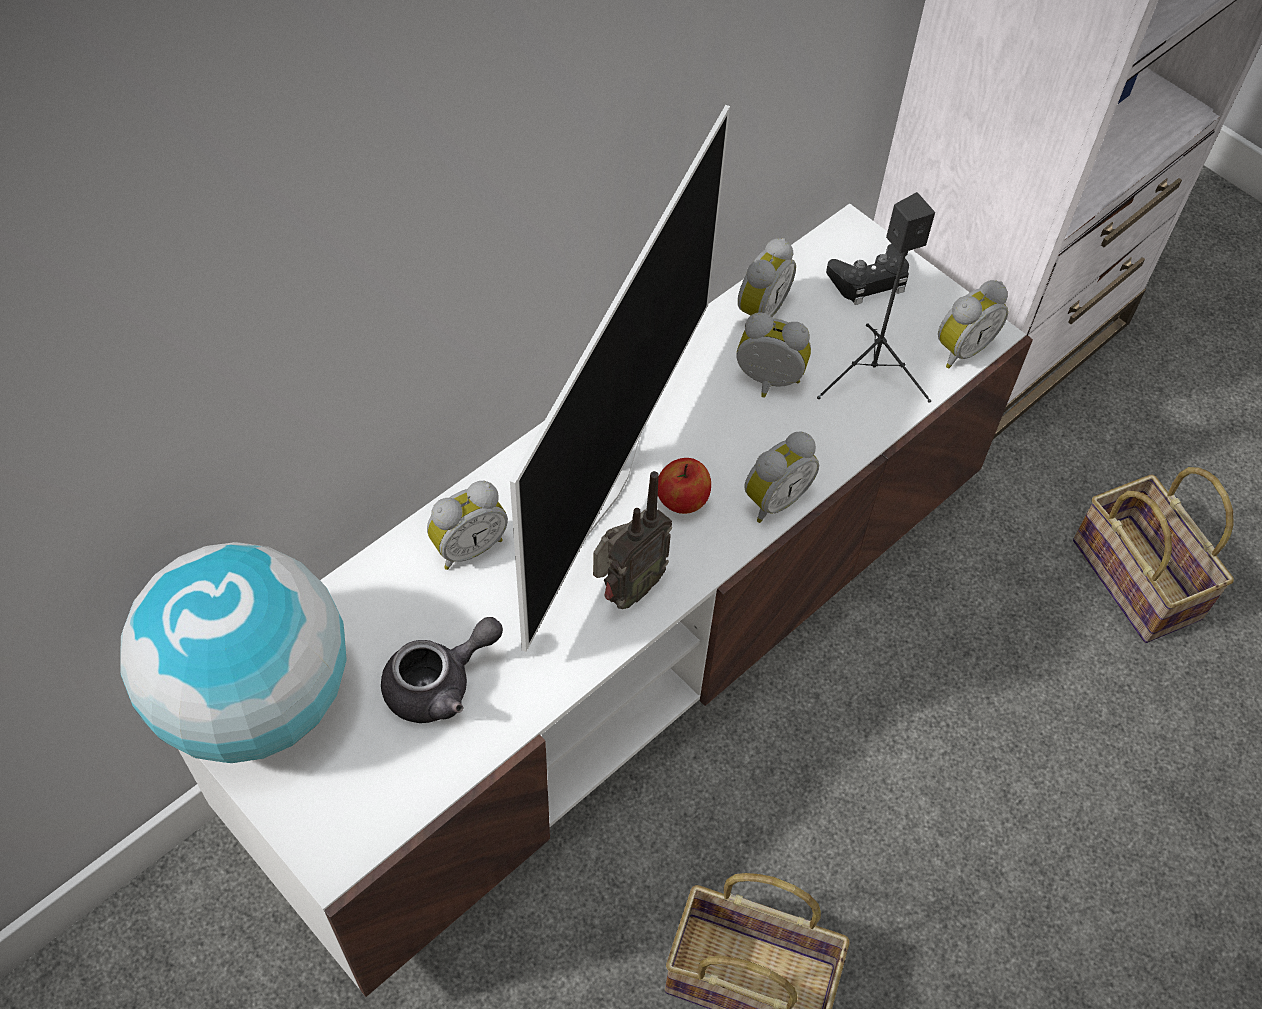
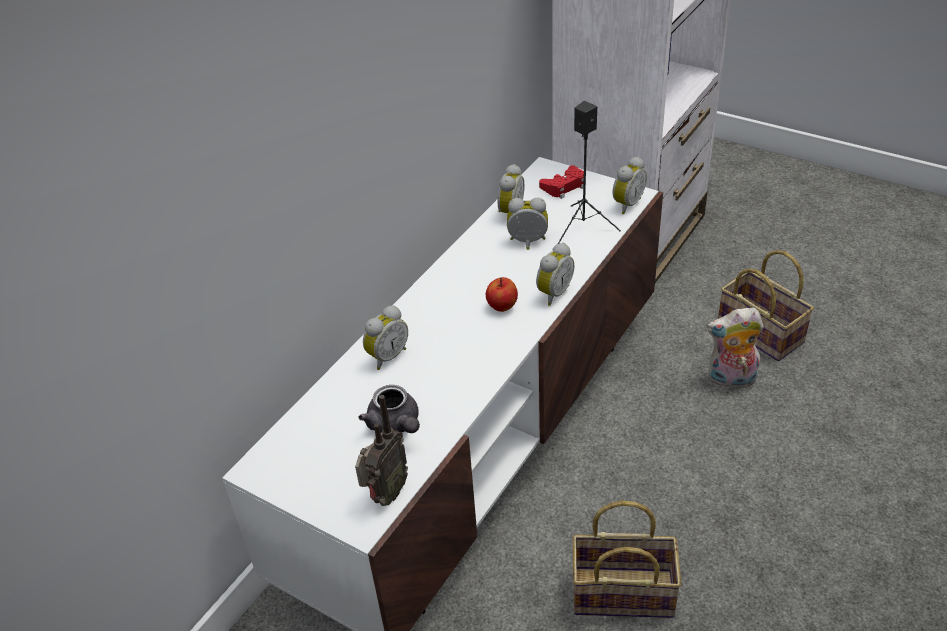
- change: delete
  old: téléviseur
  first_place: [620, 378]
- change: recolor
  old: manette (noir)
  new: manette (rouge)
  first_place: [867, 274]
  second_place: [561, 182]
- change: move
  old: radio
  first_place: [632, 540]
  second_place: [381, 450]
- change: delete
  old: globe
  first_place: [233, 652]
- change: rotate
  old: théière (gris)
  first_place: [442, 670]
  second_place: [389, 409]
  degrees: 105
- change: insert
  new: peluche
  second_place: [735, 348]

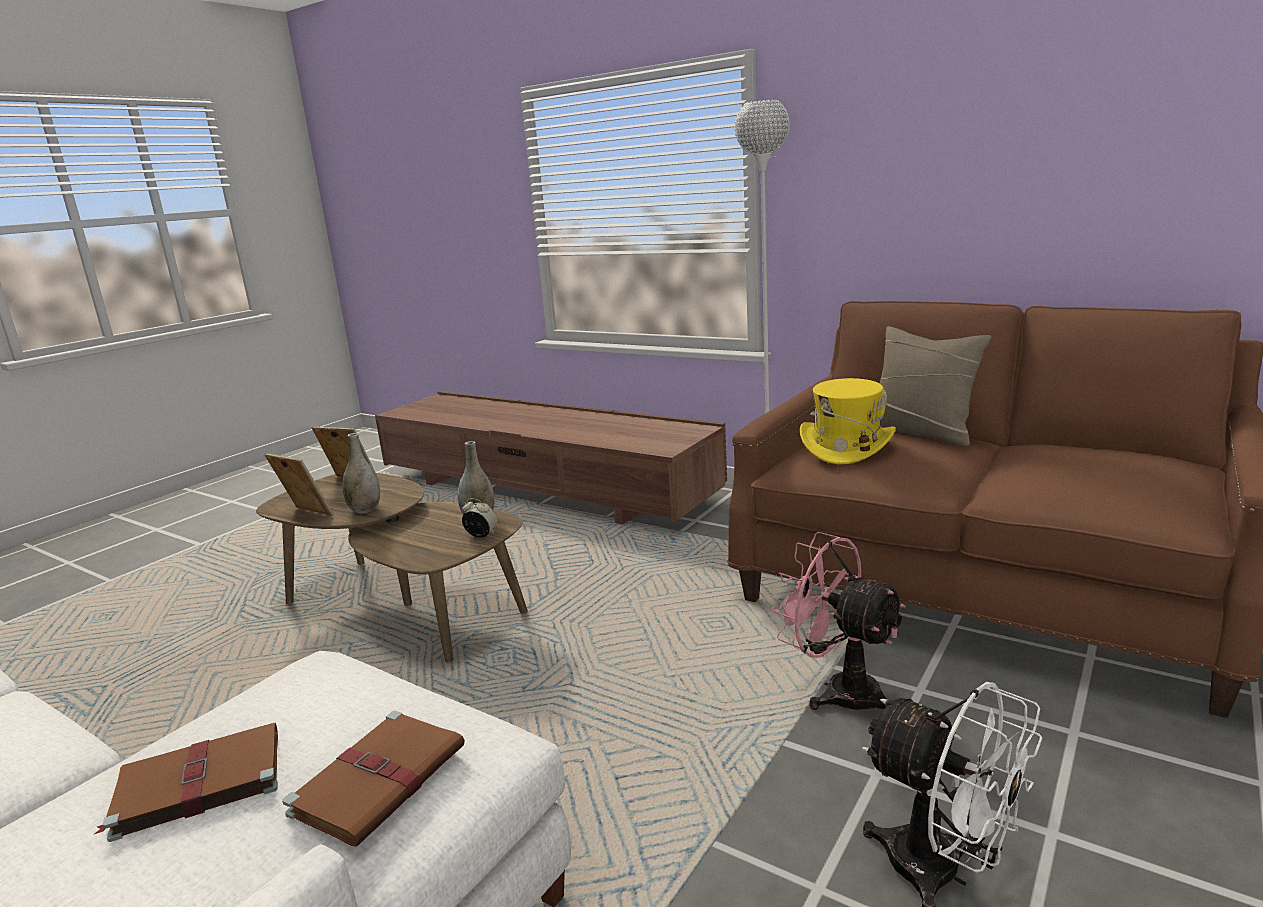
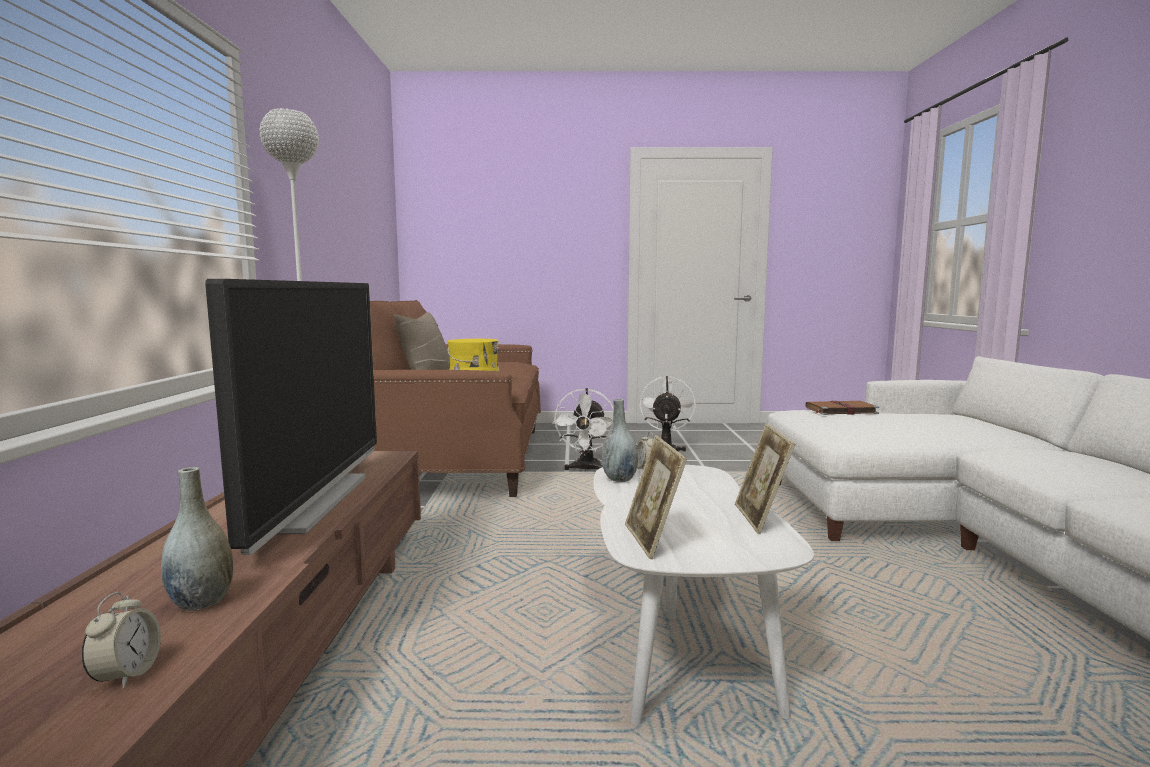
- change: move
  old: vase (gris)
  first_place: [361, 473]
  second_place: [197, 539]
- change: recolor
  old: table basse (marron)
  new: table basse (blanc)
  first_place: [392, 568]
  second_place: [703, 595]
- change: recolor
  old: ventilateur (rose)
  new: ventilateur (blanc)
  first_place: [838, 621]
  second_place: [583, 429]
- change: delete
  old: livre (marron)
  first_place: [185, 782]
- change: insert
  new: téléviseur
  second_place: [291, 417]
- change: insert
  new: réveil
  second_place: [121, 640]

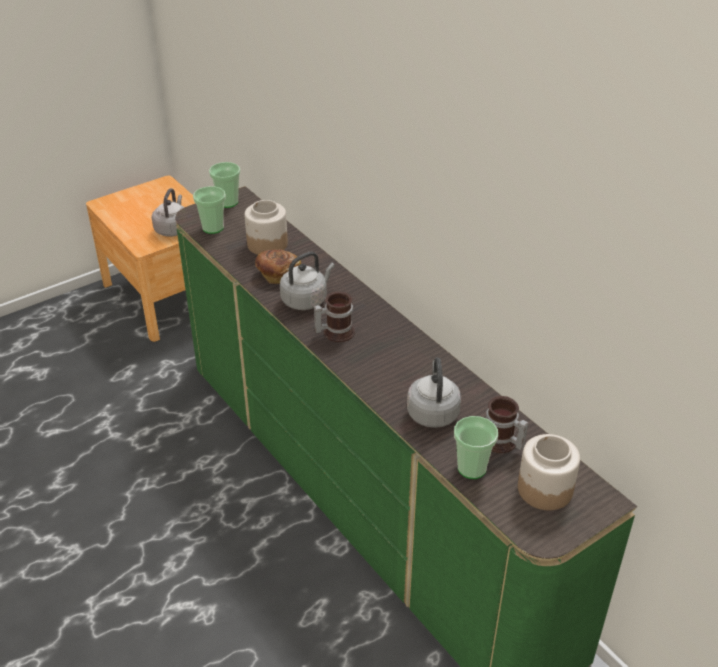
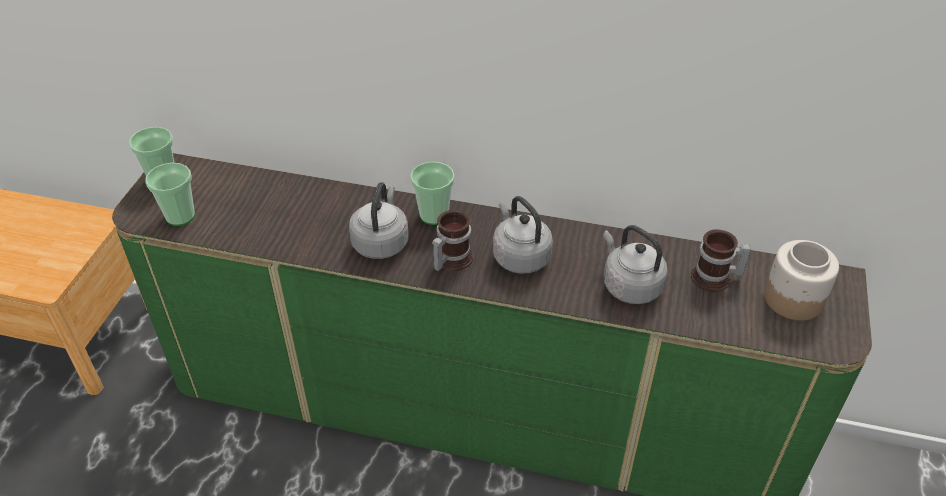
- change: move
  old: bouilloire (gris)
  first_place: [168, 212]
  second_place: [523, 235]
- change: delete
  old: bocal
  first_place: [266, 227]
- change: delete
  old: pain
  first_place: [278, 266]
- change: move
  old: tasse
  first_place: [476, 447]
  second_place: [432, 193]

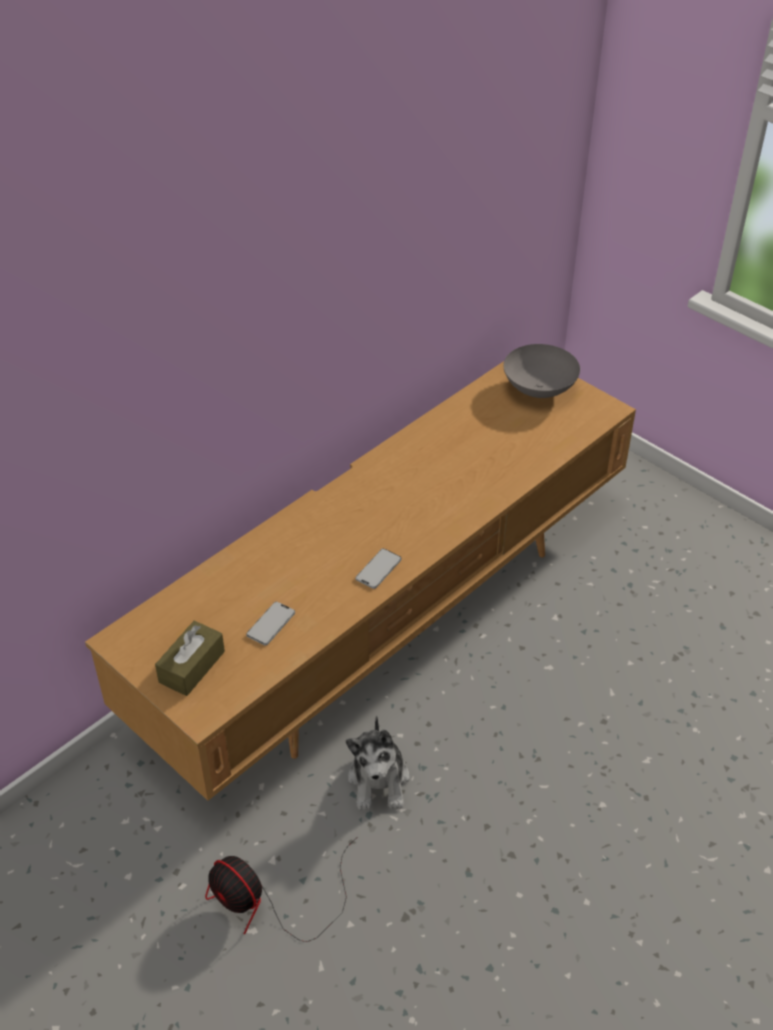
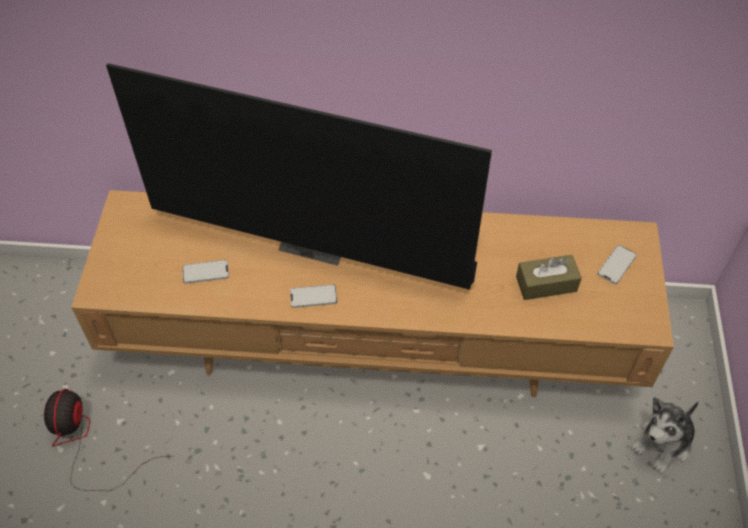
- change: replace
  old: bol (gris)
  new: téléphone
  first_place: [541, 371]
  second_place: [617, 264]
- change: move
  old: boîte à mouchoirs (marron)
  first_place: [190, 658]
  second_place: [549, 277]
- change: move
  old: peluche
  first_place: [378, 763]
  second_place: [665, 435]
- change: insert
  new: téléviseur
  second_place: [299, 176]

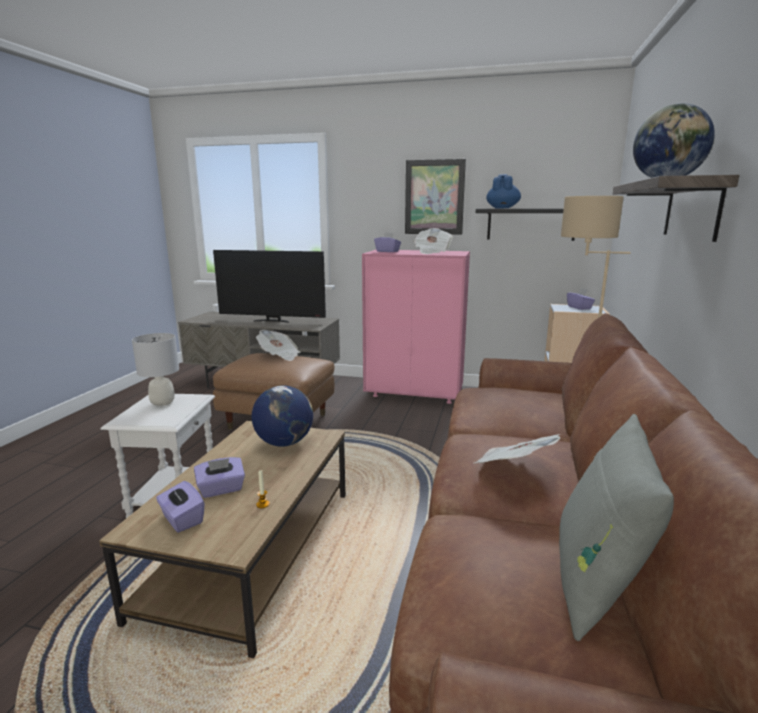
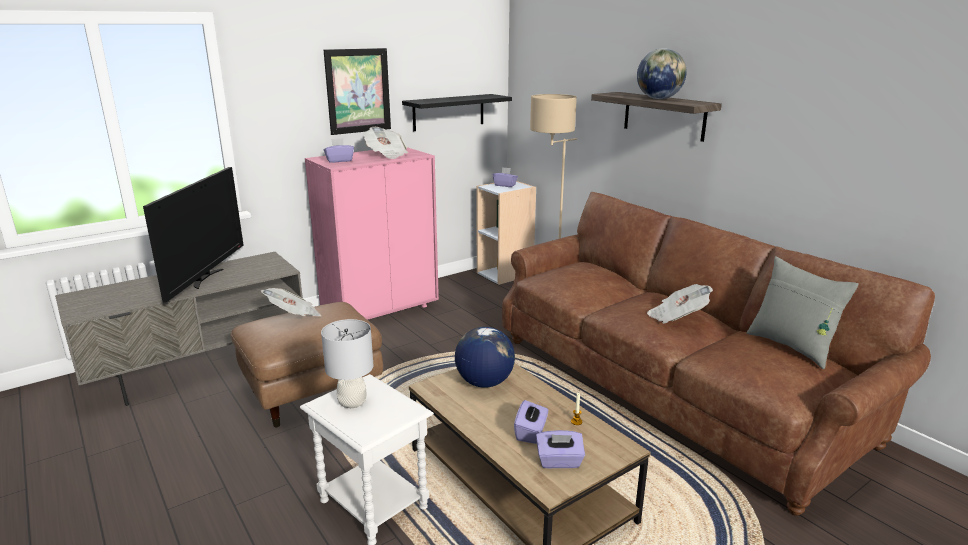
- change: delete
  old: théière (bleu)
  first_place: [503, 191]
- change: rotate
  old: téléviseur
  first_place: [269, 286]
  second_place: [193, 235]
  degrees: -45

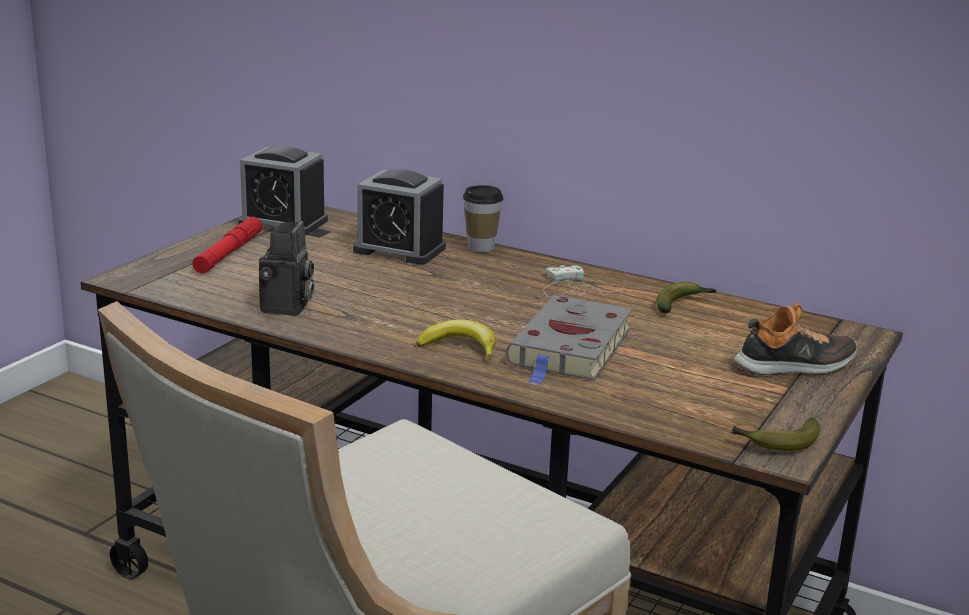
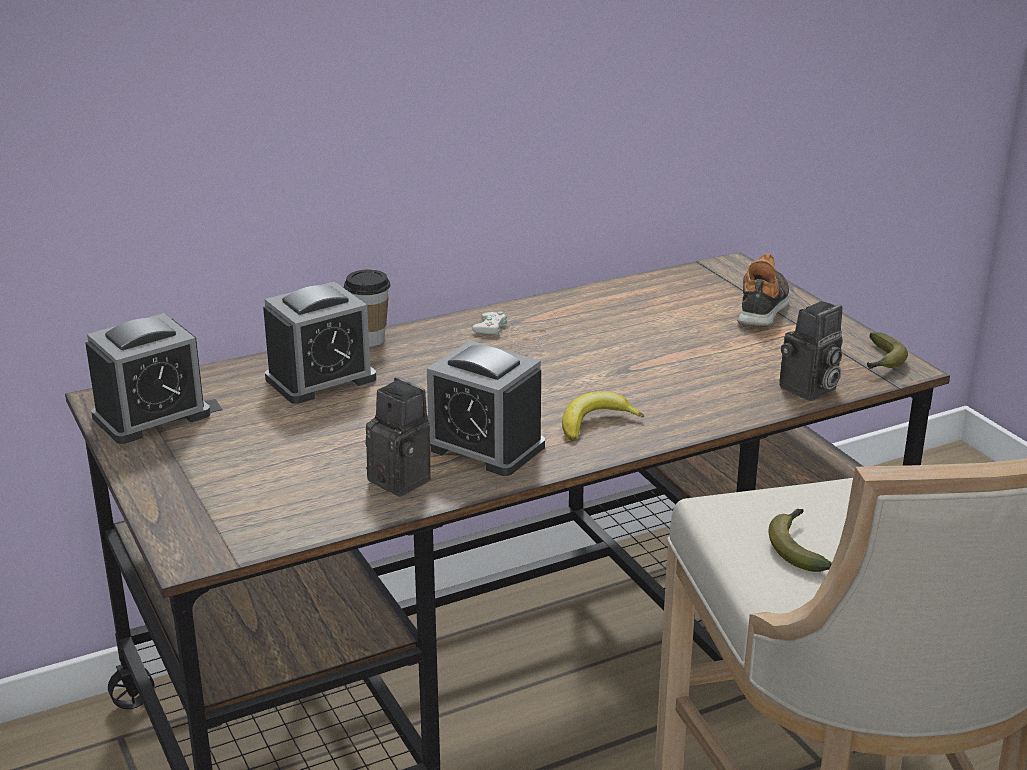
- change: delete
  old: lampe de poche (rouge)
  first_place: [227, 245]
- change: move
  old: banane
  first_place: [686, 297]
  second_place: [800, 540]
- change: delete
  old: livre (gris)
  first_place: [569, 340]
- change: insert
  new: appareil photo
  second_place: [811, 351]
- change: insert
  new: réveil
  second_place: [486, 408]

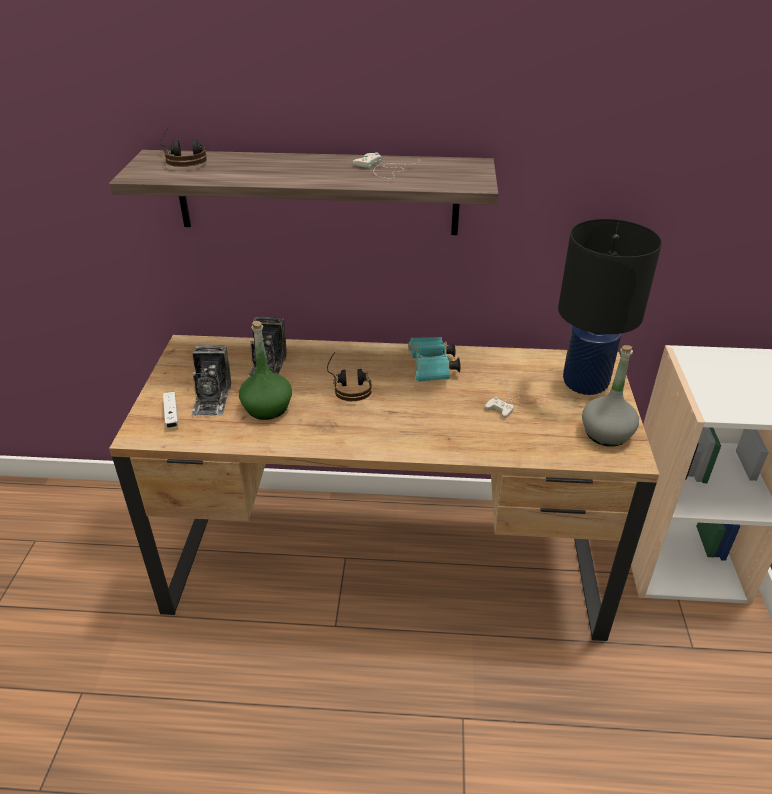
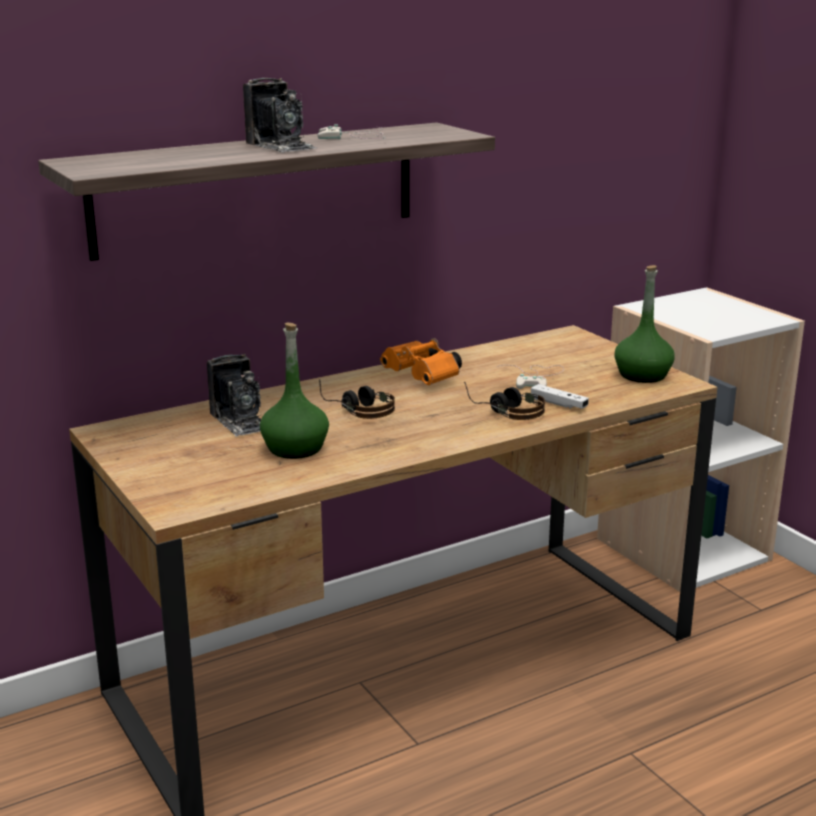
- change: move
  old: casque audio
  first_place: [183, 147]
  second_place: [504, 401]
- change: delete
  old: lampe de table (noir)
  first_place: [610, 307]
- change: recolor
  old: jumelles (turquoise)
  new: jumelles (orange)
  first_place: [434, 359]
  second_place: [421, 361]
- change: move
  old: appareil photo
  first_place: [211, 380]
  second_place: [279, 115]
- change: recolor
  old: bouteille (gris)
  new: bouteille (vert)
  first_place: [610, 396]
  second_place: [644, 324]
- change: move
  old: manette (blanc)
  first_place: [171, 410]
  second_place: [560, 396]

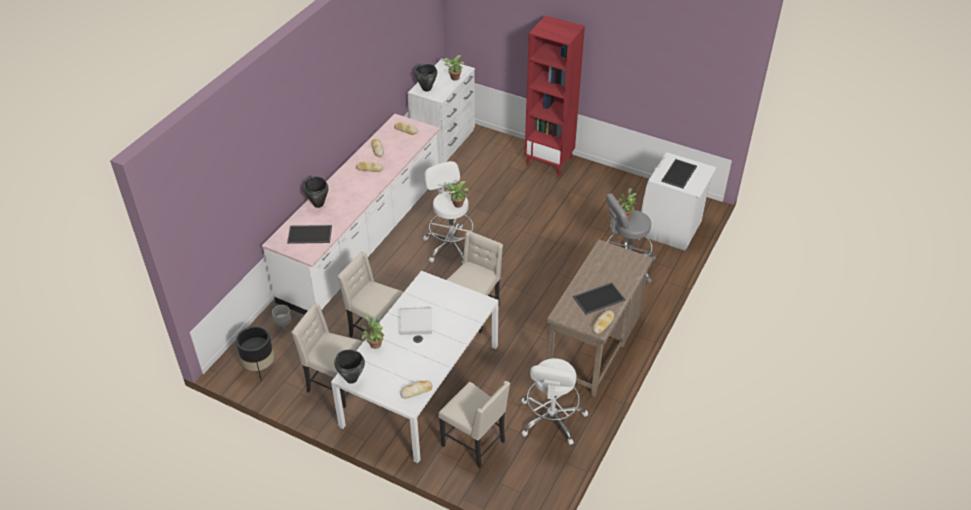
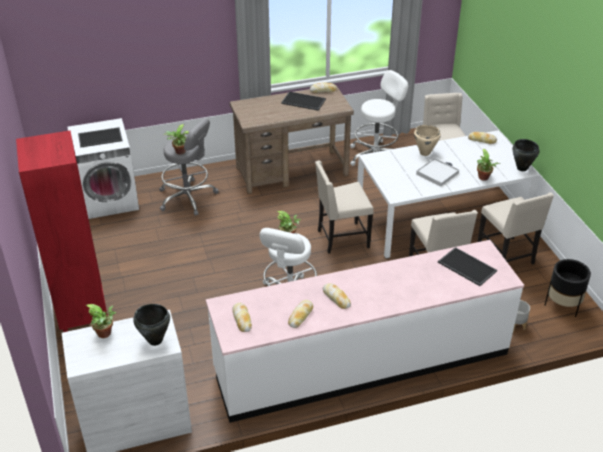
- change: delete
  old: marmite (noir)
  first_place: [316, 192]
- change: insert
  new: marmite (beige)
  second_place: [427, 140]

